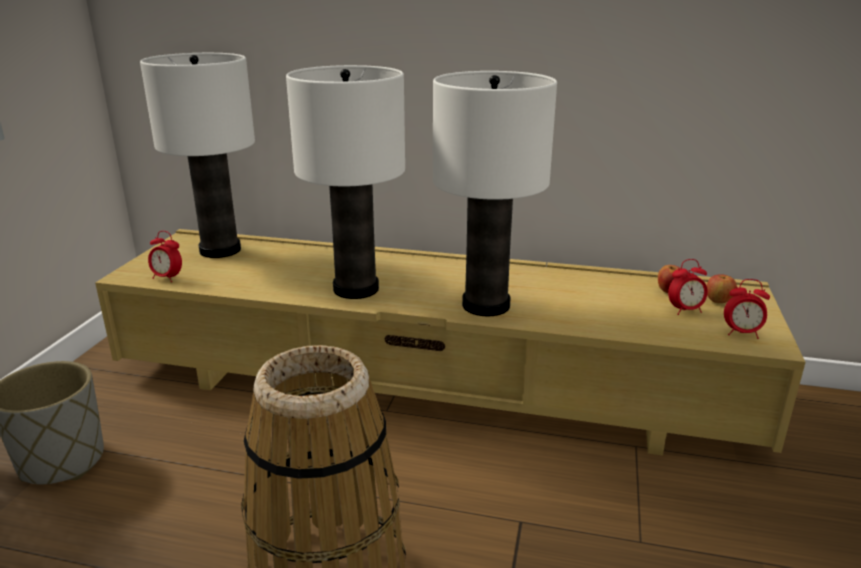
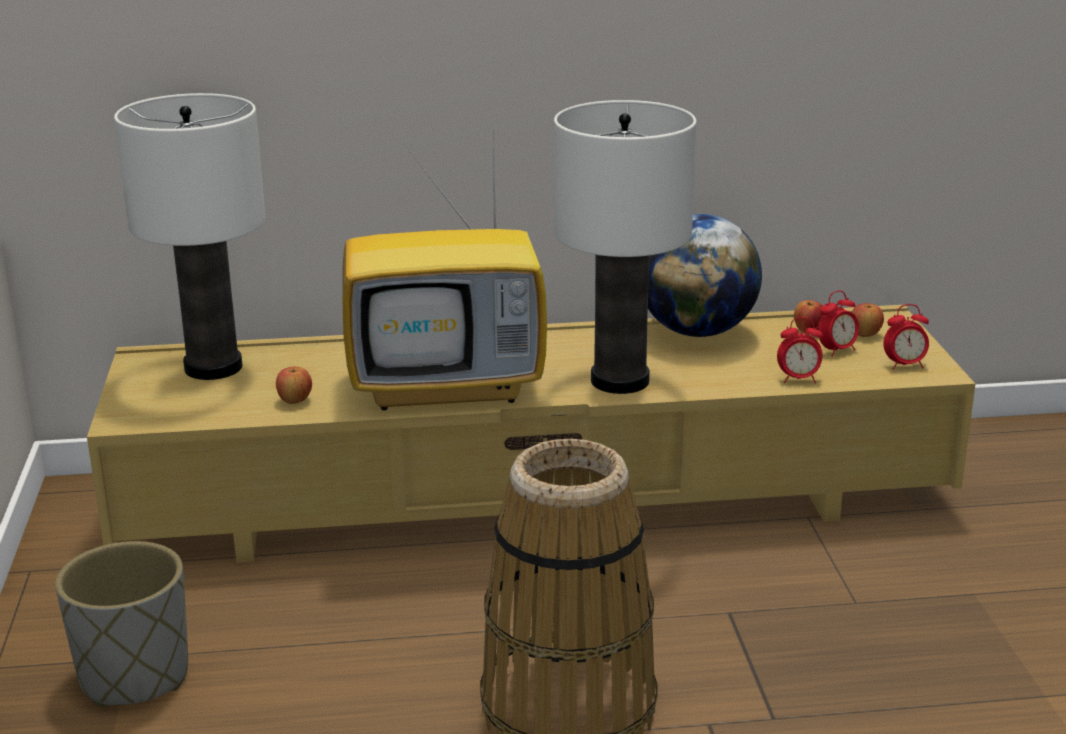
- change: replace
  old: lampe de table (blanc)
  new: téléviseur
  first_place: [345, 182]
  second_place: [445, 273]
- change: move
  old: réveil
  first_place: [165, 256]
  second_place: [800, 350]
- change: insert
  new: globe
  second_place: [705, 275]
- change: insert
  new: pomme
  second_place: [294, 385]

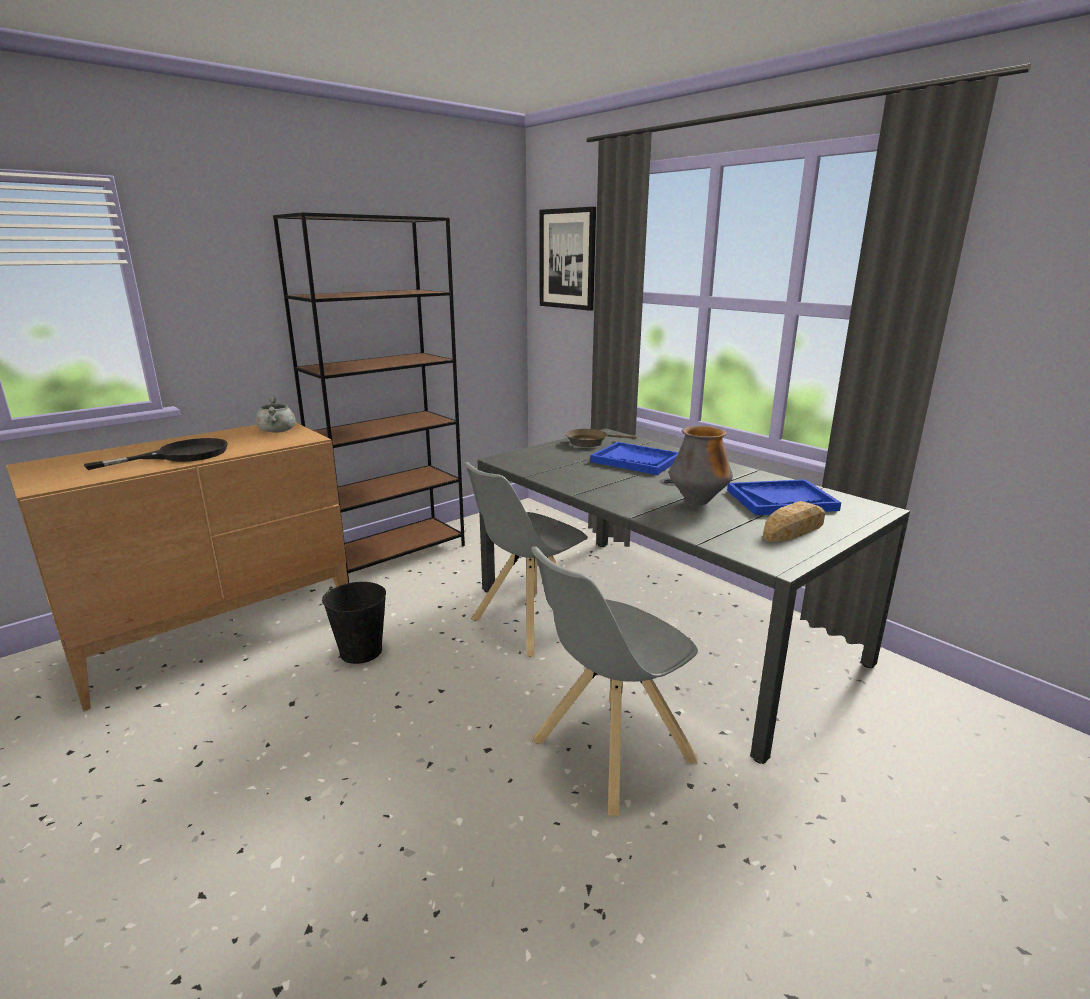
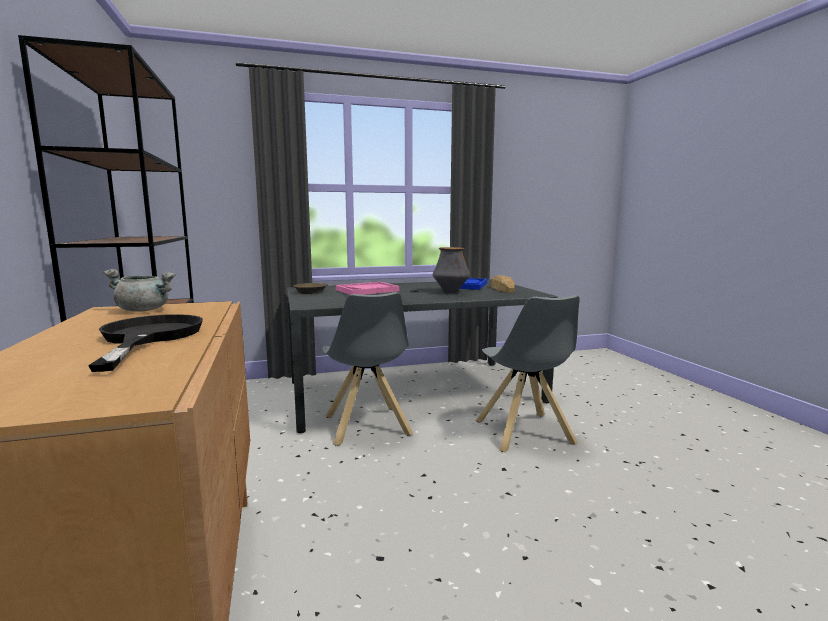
- change: delete
  old: tableau
  first_place: [568, 259]
- change: recolor
  old: plateau (bleu)
  new: plateau (rose)
  first_place: [634, 458]
  second_place: [367, 288]
- change: delete
  old: seau (noir)
  first_place: [354, 623]

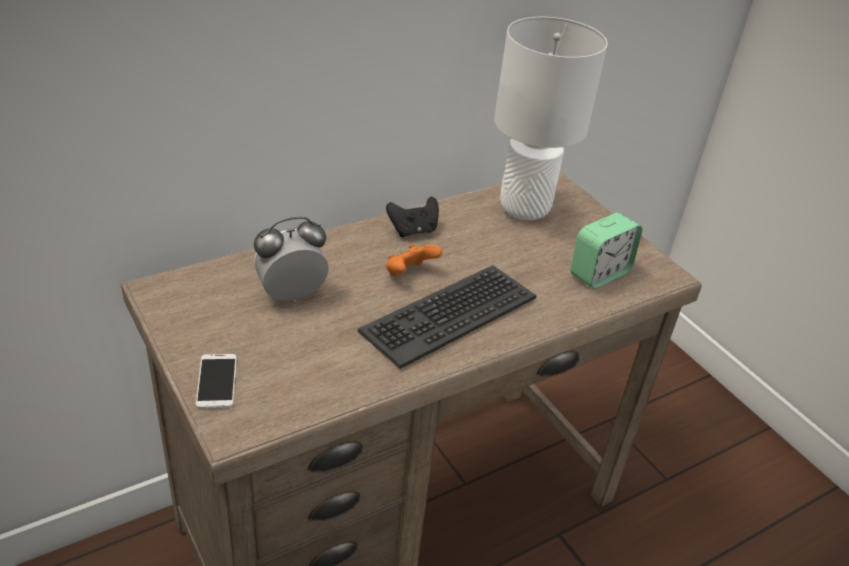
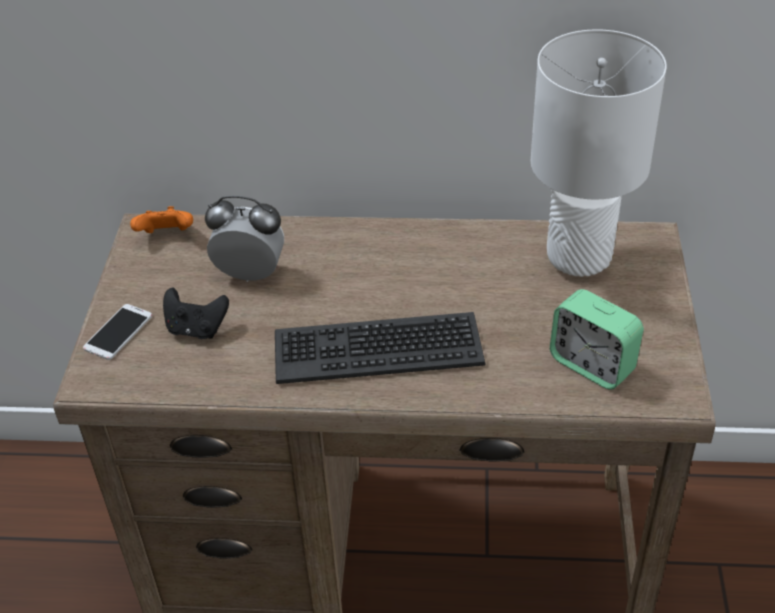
- change: move
  old: manette (noir)
  first_place: [412, 217]
  second_place: [196, 313]
- change: rotate
  old: réveil
  first_place: [606, 251]
  second_place: [597, 339]
  degrees: 45
- change: move
  old: manette (orange)
  first_place: [414, 260]
  second_place: [161, 219]

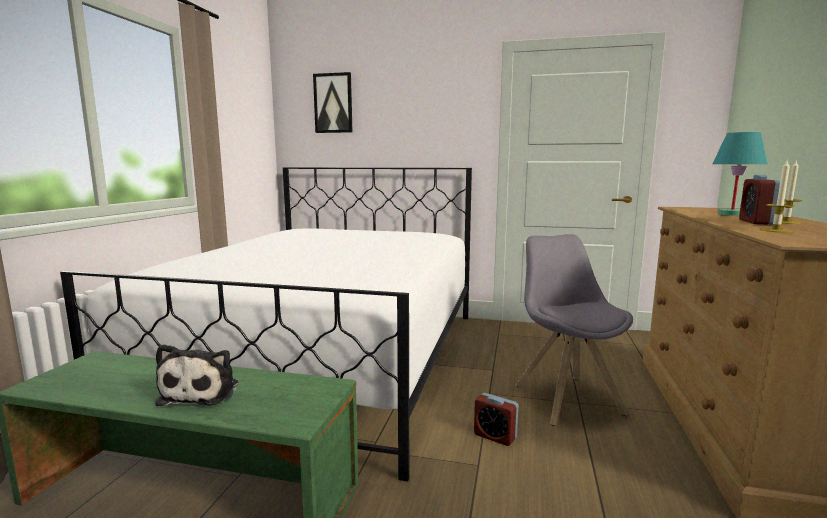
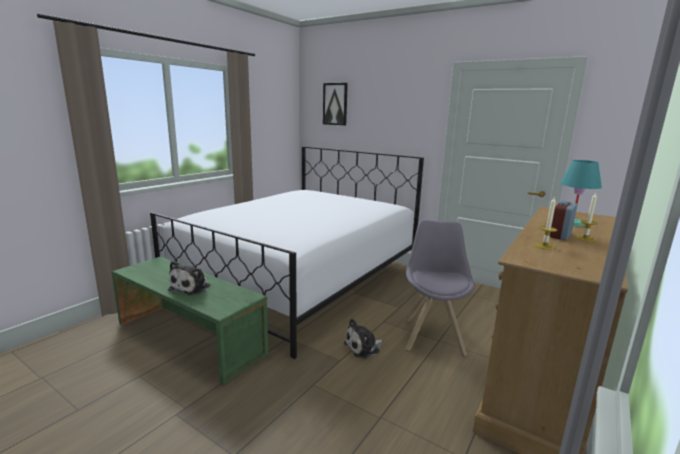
- change: replace
  old: réveil
  new: peluche
  first_place: [496, 419]
  second_place: [363, 338]

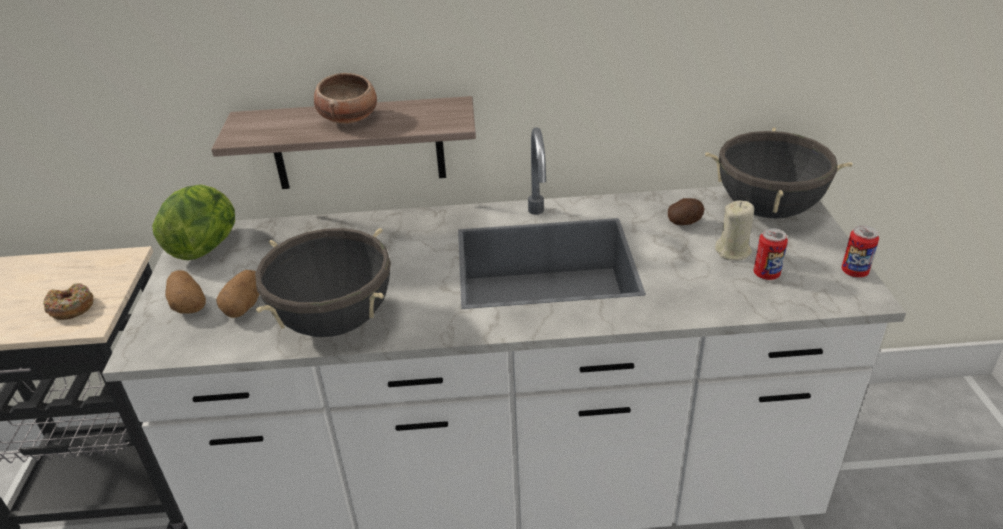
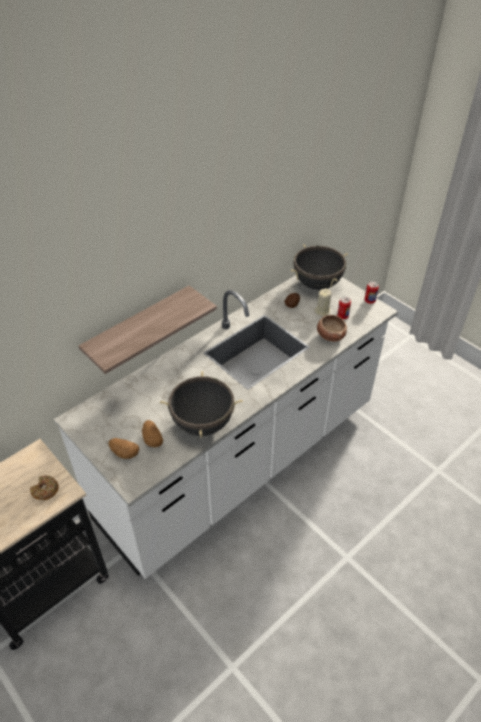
- change: move
  old: bol
  first_place: [345, 98]
  second_place: [332, 328]
- change: delete
  old: laitue
  first_place: [193, 222]

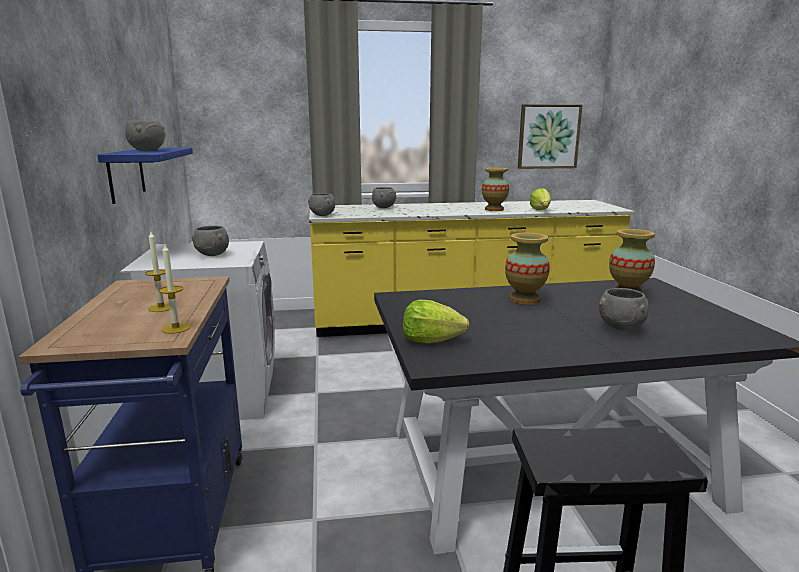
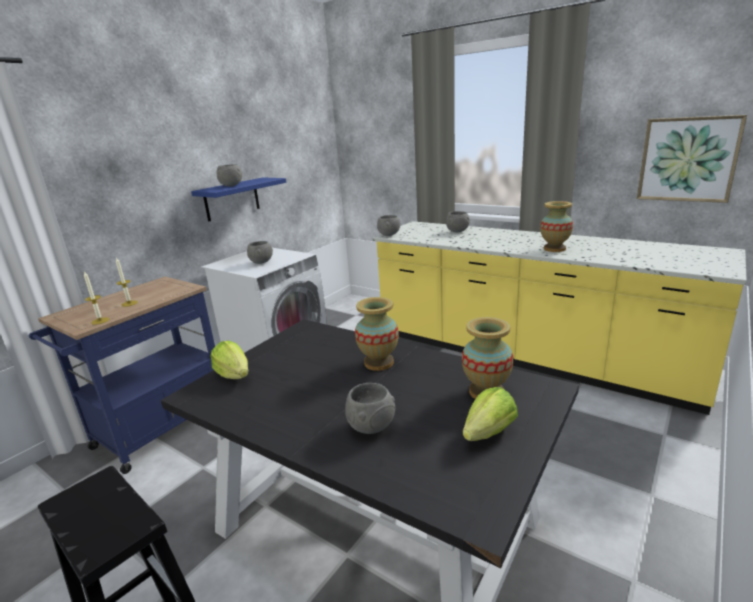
- change: move
  old: laitue
  first_place: [540, 199]
  second_place: [490, 414]

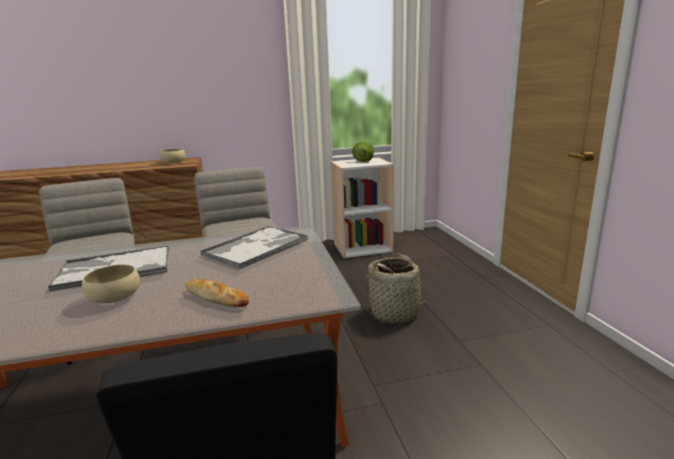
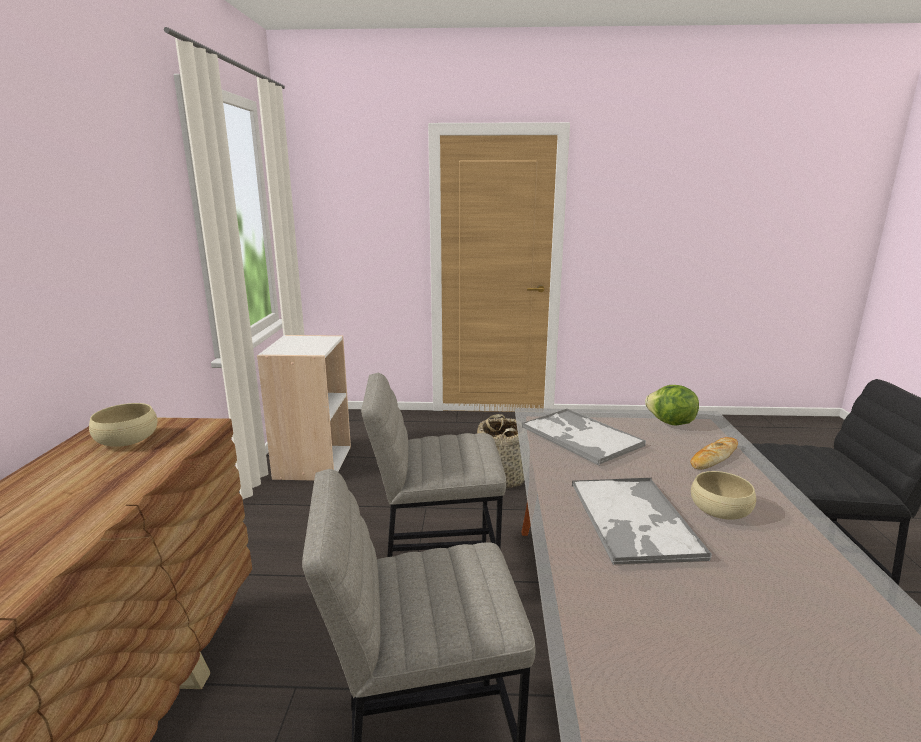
- change: move
  old: laitue
  first_place: [363, 151]
  second_place: [672, 405]

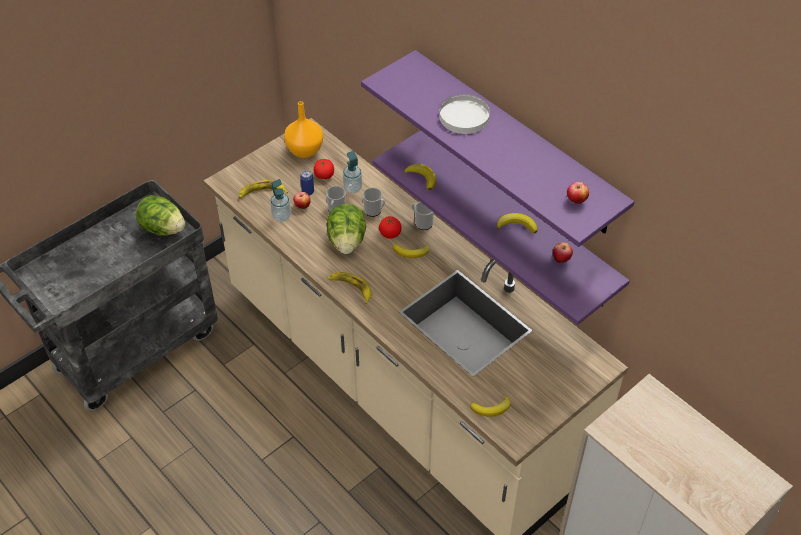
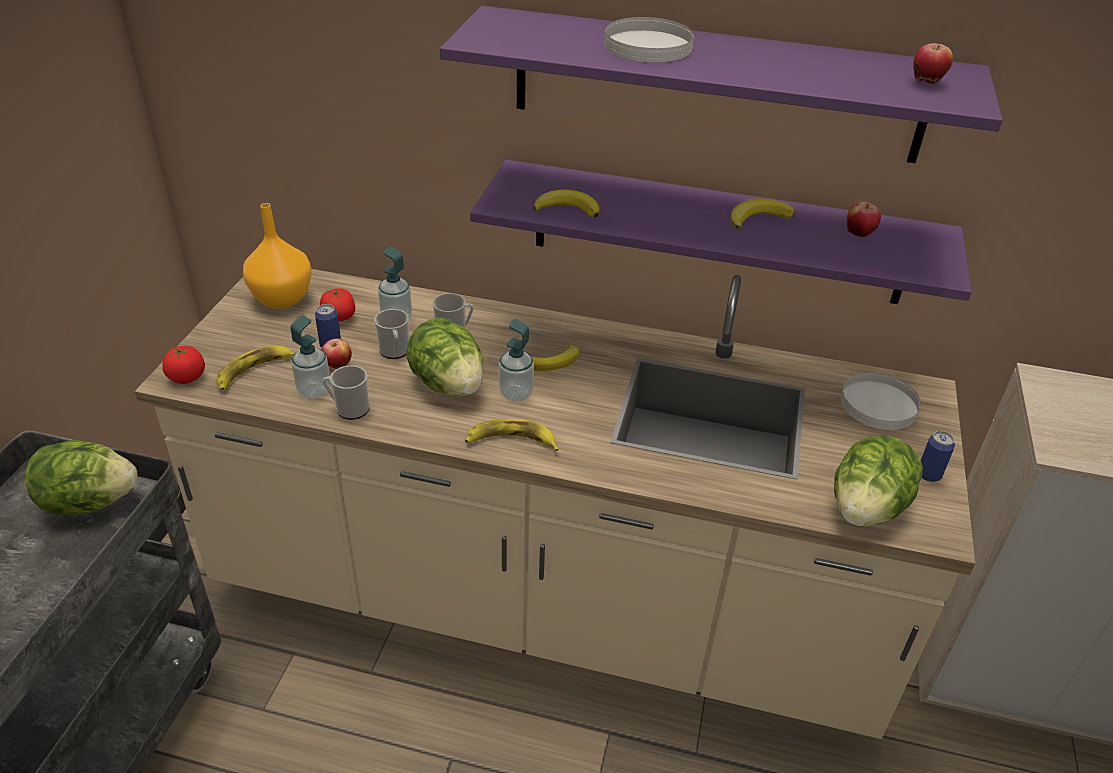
- change: move
  old: mug
  first_place: [423, 216]
  second_place: [346, 392]
- change: move
  old: tomate
  first_place: [390, 227]
  second_place: [183, 365]
- change: replace
  old: banane
  new: laitue
  first_place: [490, 406]
  second_place: [878, 480]
- change: insert
  new: distributeur de savon
  second_place: [516, 360]
- change: insert
  new: assiette (blanc)
  second_place: [881, 401]
- change: insert
  new: boîte métallique
  second_place: [938, 456]

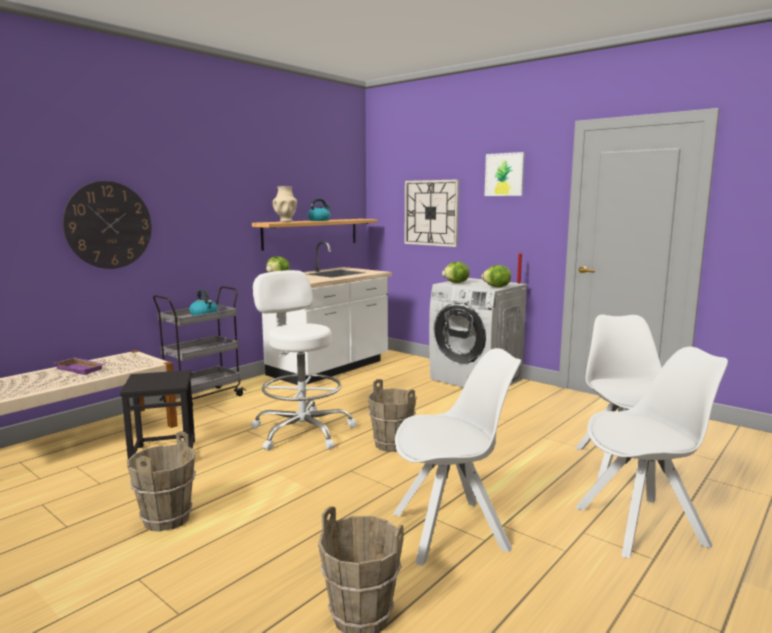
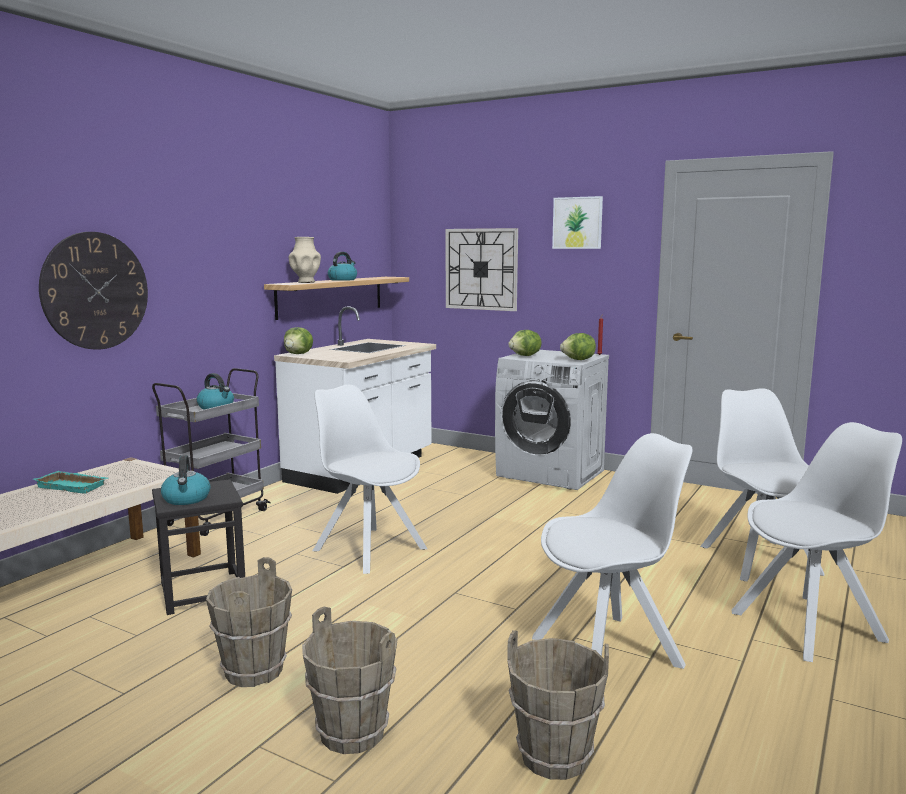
- change: replace
  old: tabouret (blanc)
  new: chaise (blanc)
  first_place: [304, 360]
  second_place: [370, 479]
- change: recolor
  old: plateau (violet)
  new: plateau (turquoise)
  first_place: [79, 366]
  second_place: [71, 482]
- change: move
  old: seau (marron)
  first_place: [392, 415]
  second_place: [350, 680]
- change: insert
  new: bouilloire
  second_place: [185, 480]

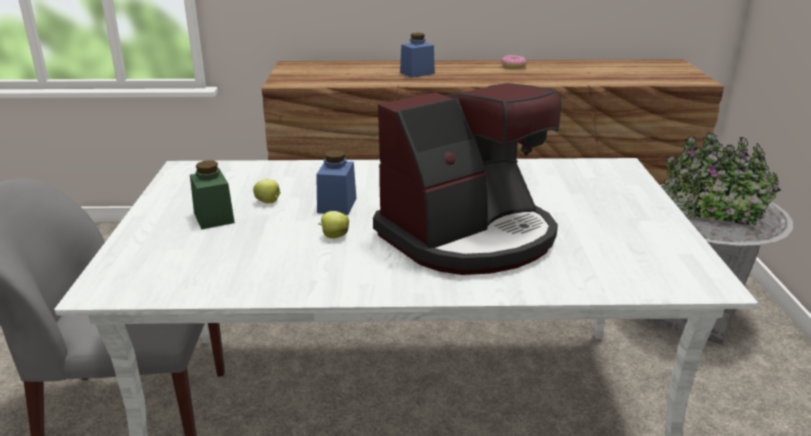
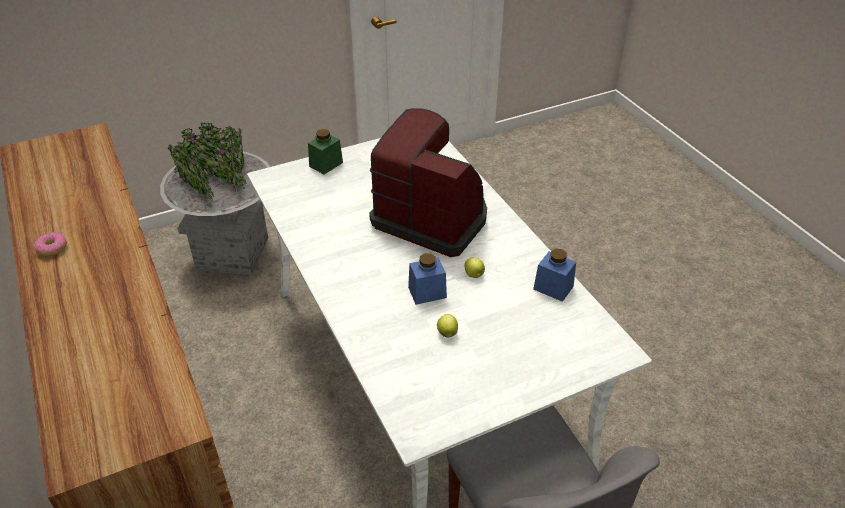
- change: move
  old: bocal (bleu)
  first_place: [417, 55]
  second_place: [554, 275]
- change: move
  old: bocal (vert)
  first_place: [212, 195]
  second_place: [325, 151]

